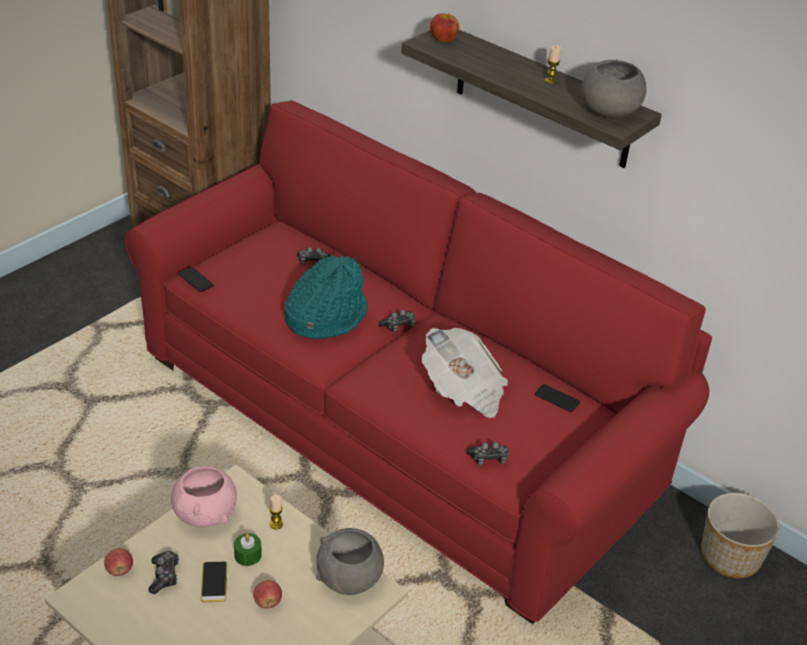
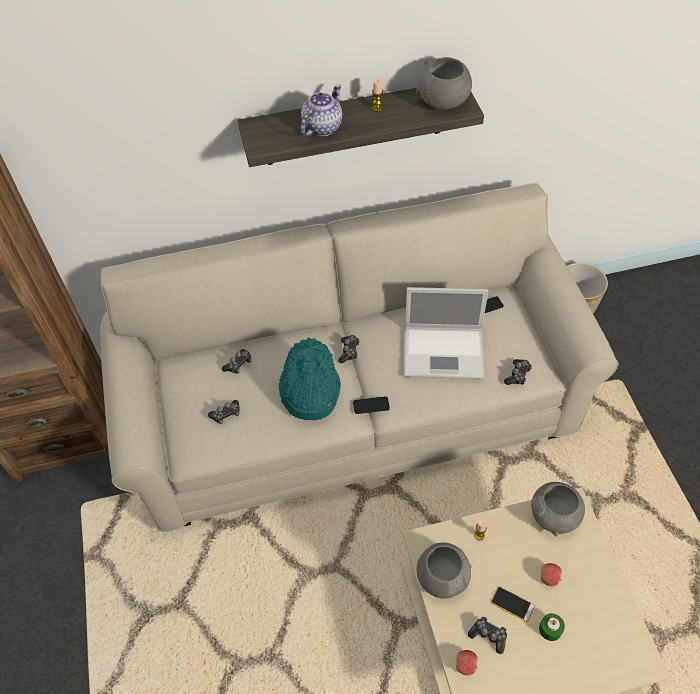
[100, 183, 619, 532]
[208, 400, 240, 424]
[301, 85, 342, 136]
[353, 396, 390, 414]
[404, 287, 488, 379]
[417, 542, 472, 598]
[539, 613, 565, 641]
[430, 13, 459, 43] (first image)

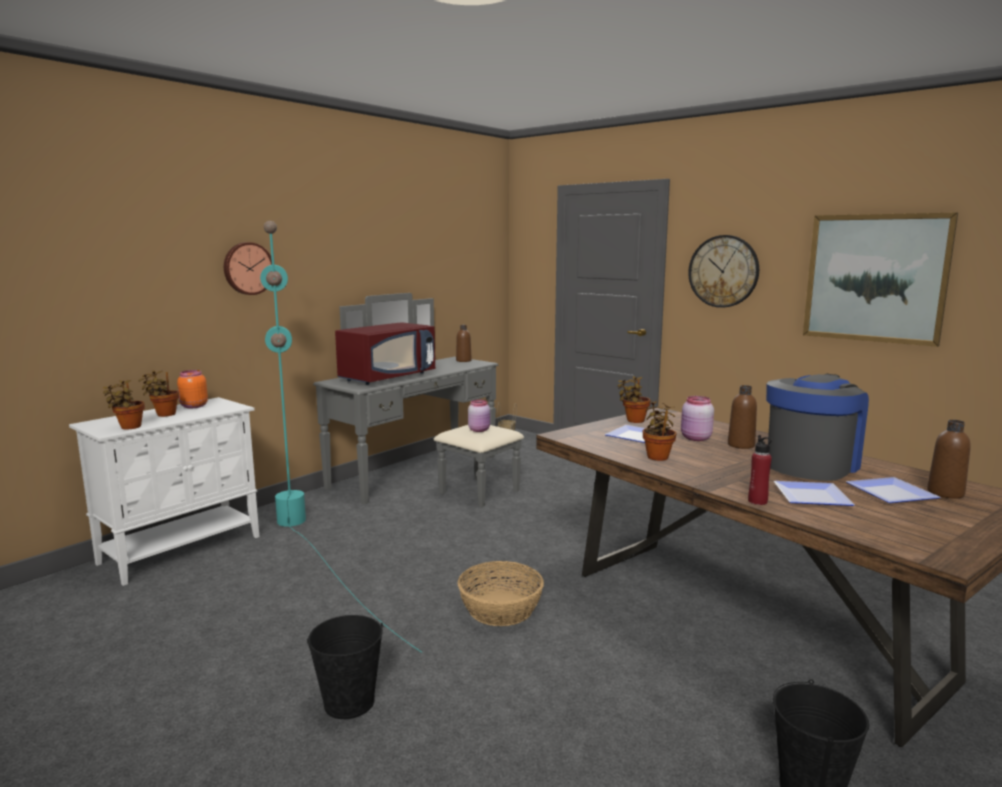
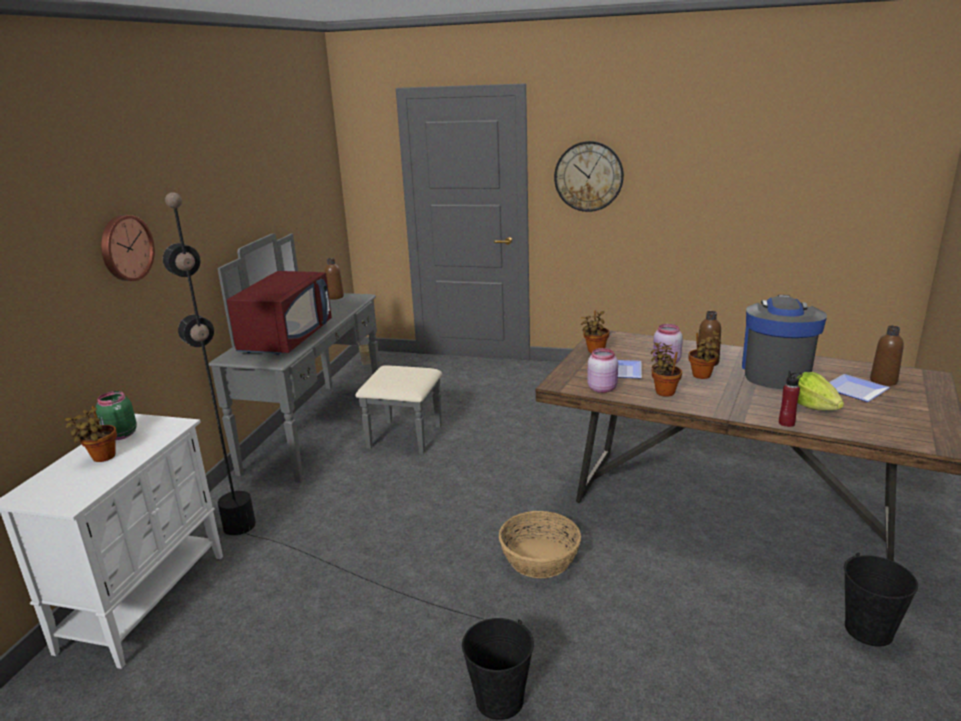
[95, 391, 137, 440]
[163, 192, 486, 620]
[587, 348, 618, 393]
[688, 331, 721, 379]
[796, 372, 844, 411]
[803, 212, 958, 347] (first image)

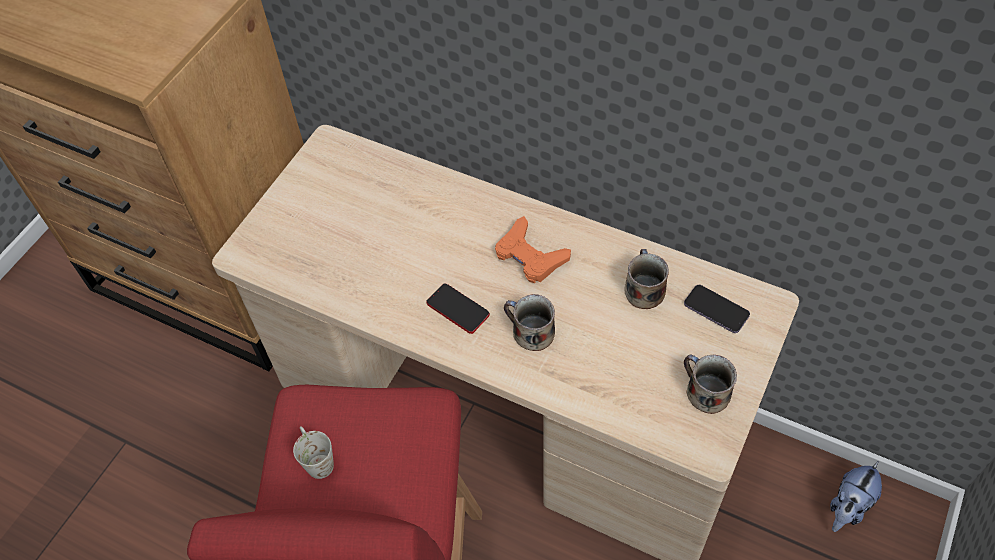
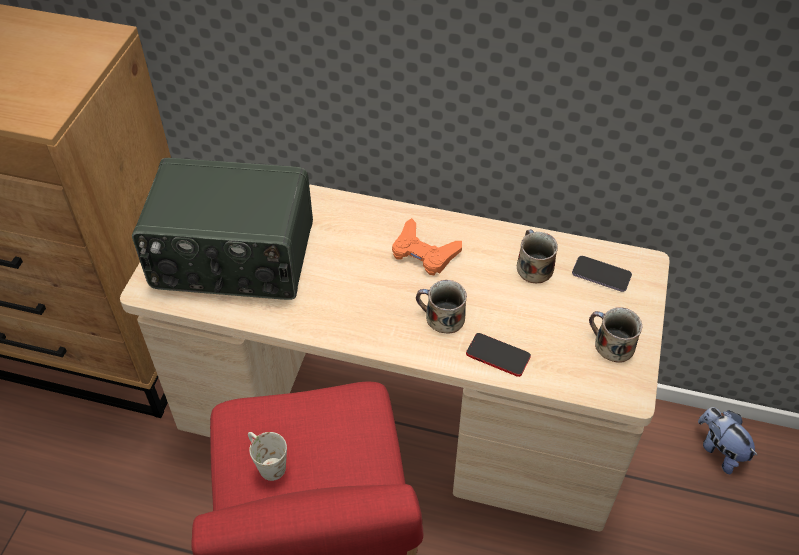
[132, 158, 313, 300]
[466, 333, 531, 377]
[698, 407, 758, 475]

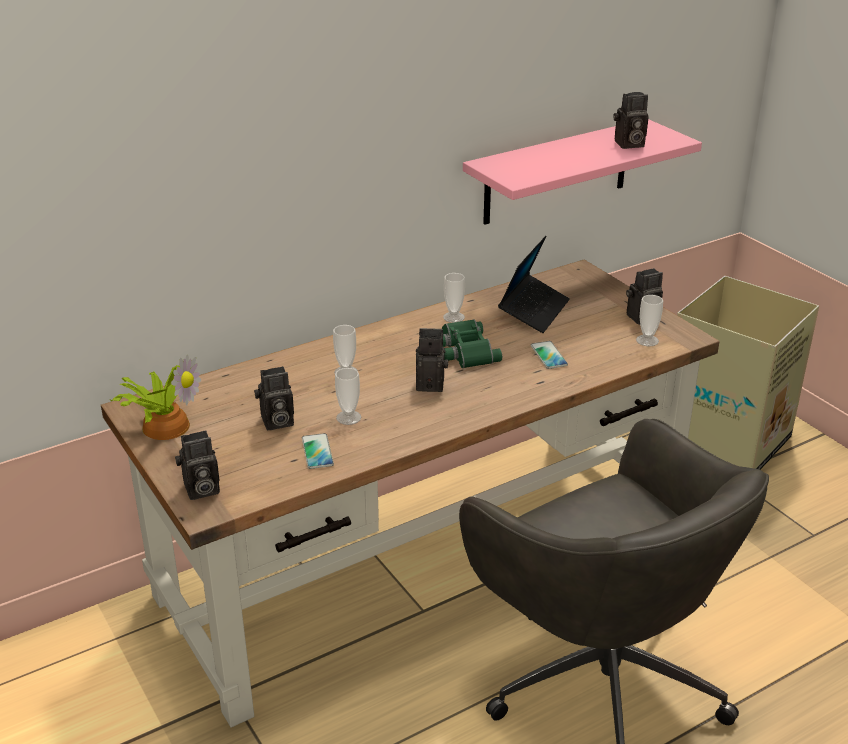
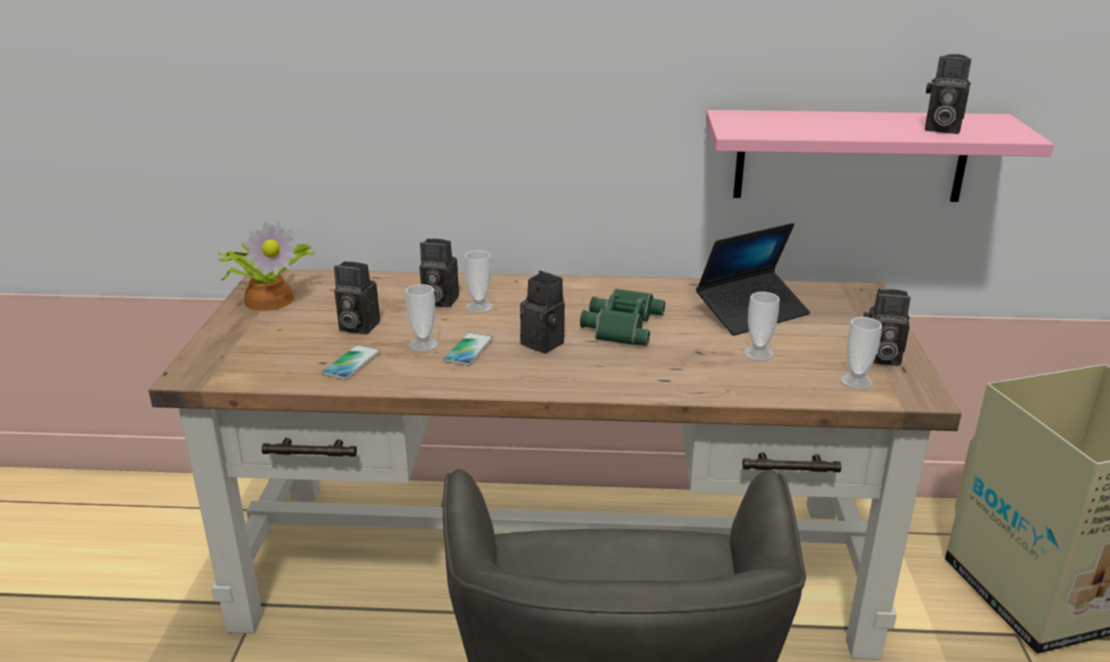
[419, 239, 459, 307]
[443, 332, 493, 366]
[744, 292, 780, 361]

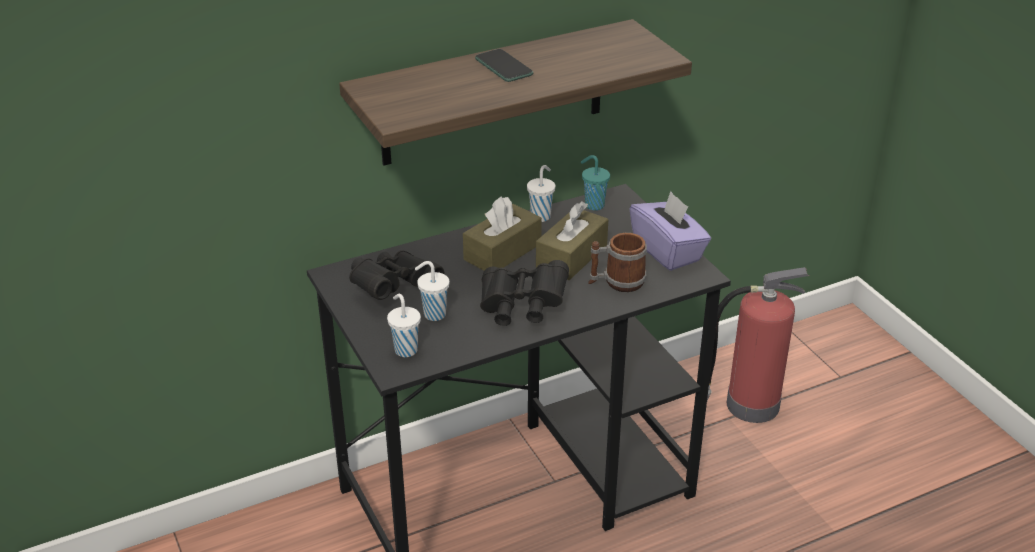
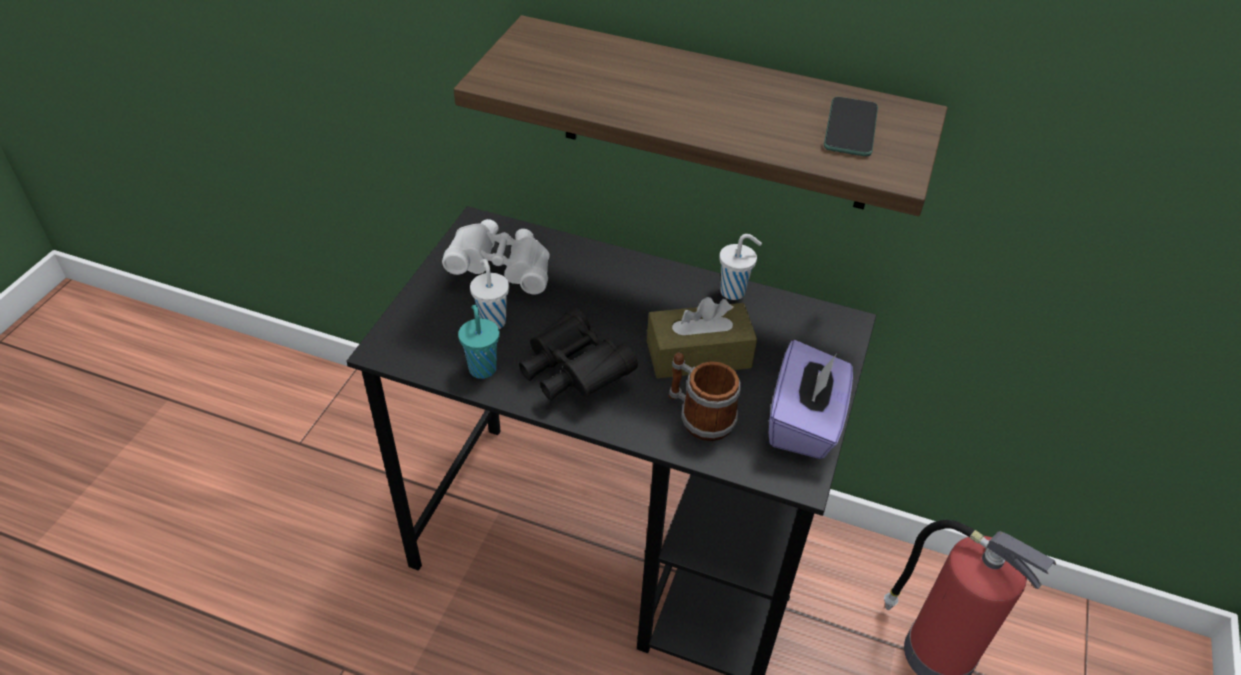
[442, 219, 549, 295]
[458, 305, 500, 379]
[824, 97, 878, 156]
[387, 294, 421, 357] (first image)
[463, 196, 542, 271] (first image)

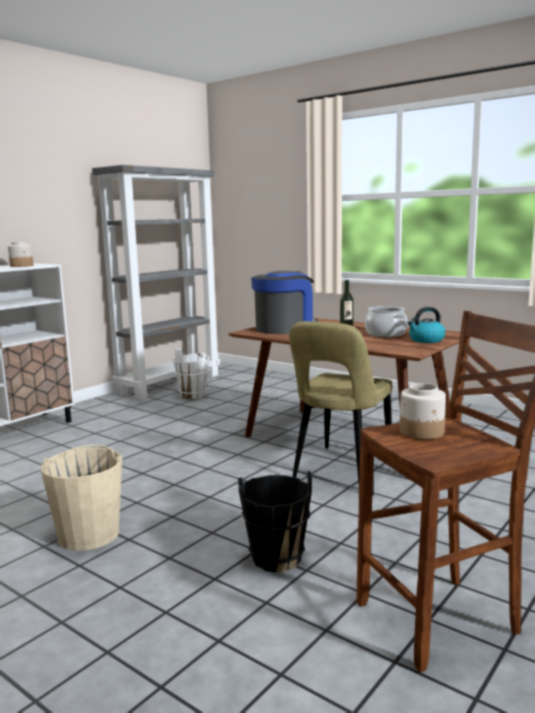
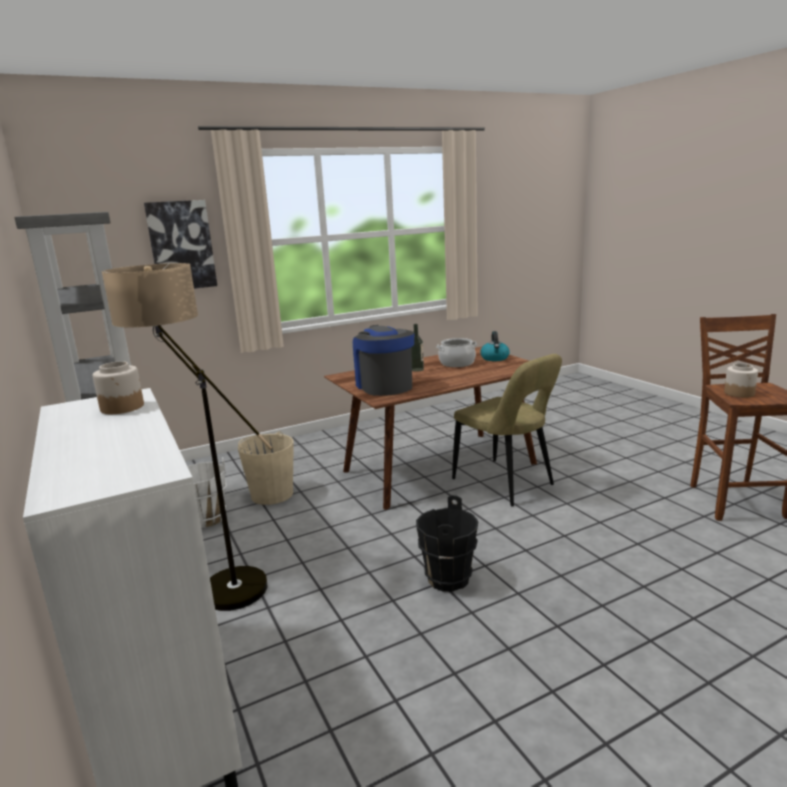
[102, 263, 273, 611]
[144, 200, 217, 289]
[238, 431, 294, 505]
[416, 495, 478, 592]

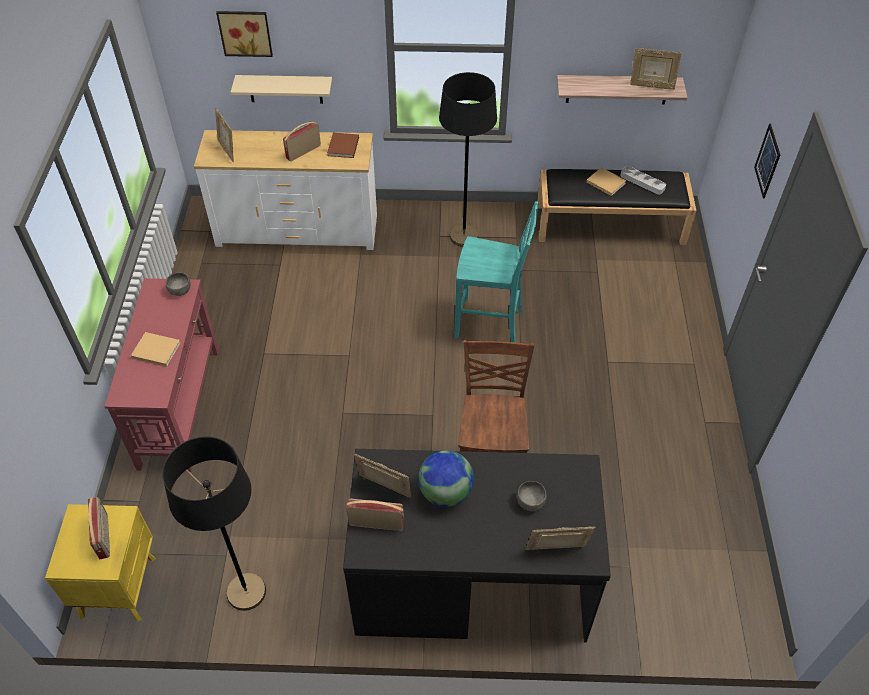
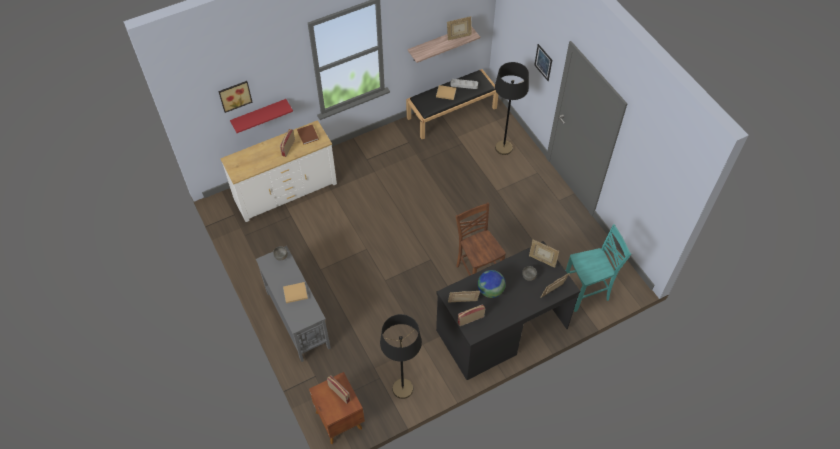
[230, 99, 293, 133]
[256, 246, 331, 362]
[309, 372, 365, 444]
[495, 62, 529, 155]
[529, 239, 559, 268]
[566, 224, 631, 312]

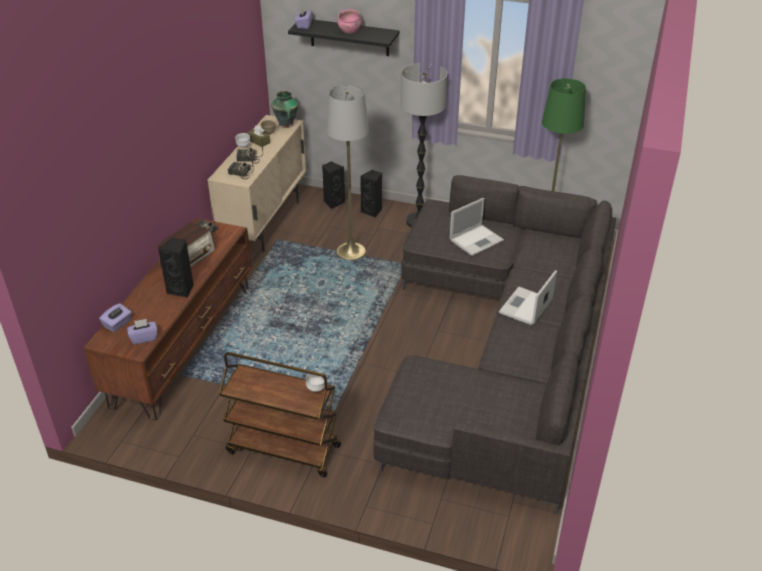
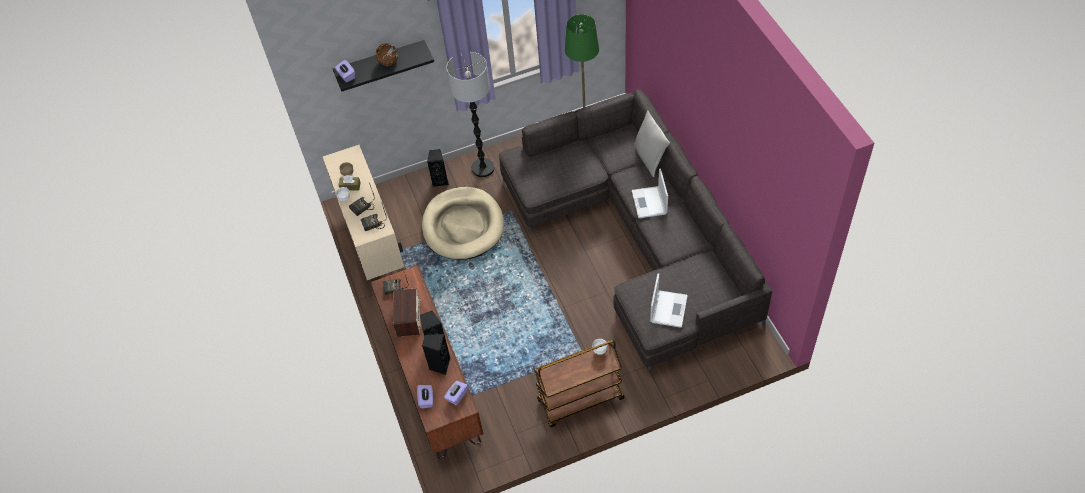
[376, 43, 398, 66]
[422, 187, 504, 260]
[422, 334, 451, 375]
[634, 111, 670, 178]
[650, 274, 688, 328]
[271, 91, 298, 128] (first image)

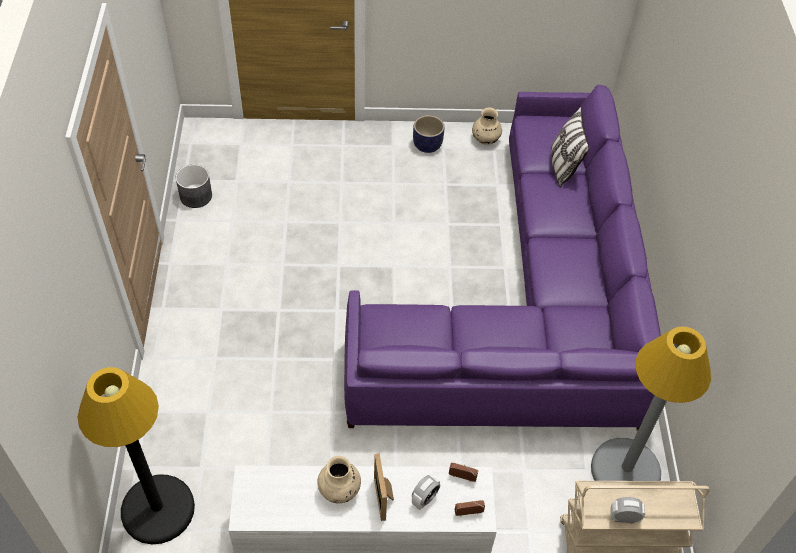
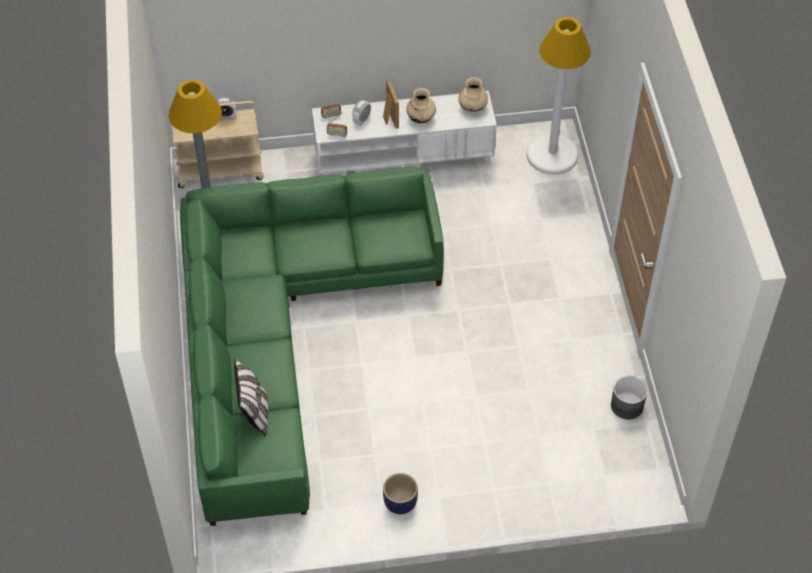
[180, 166, 444, 526]
[459, 77, 488, 112]
[527, 17, 591, 175]

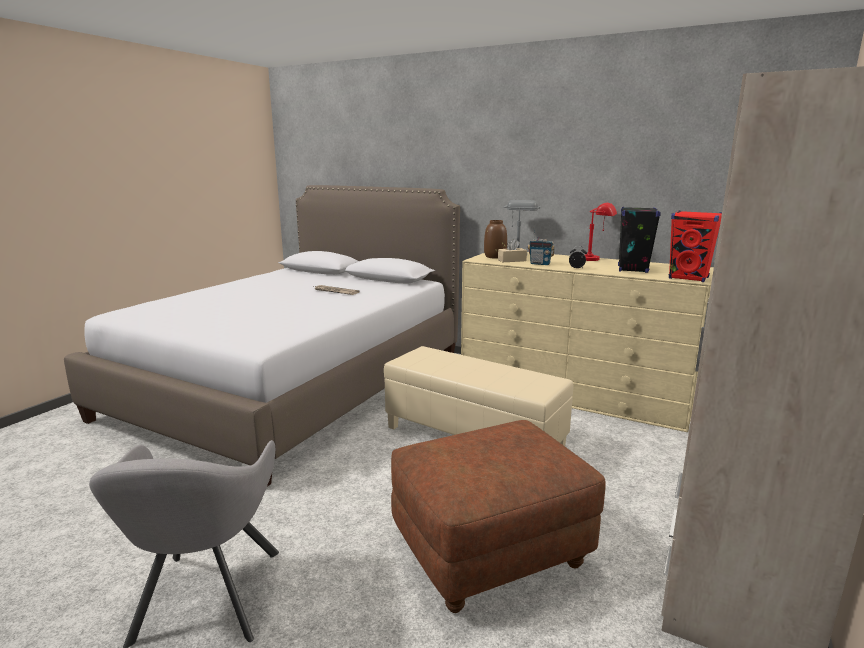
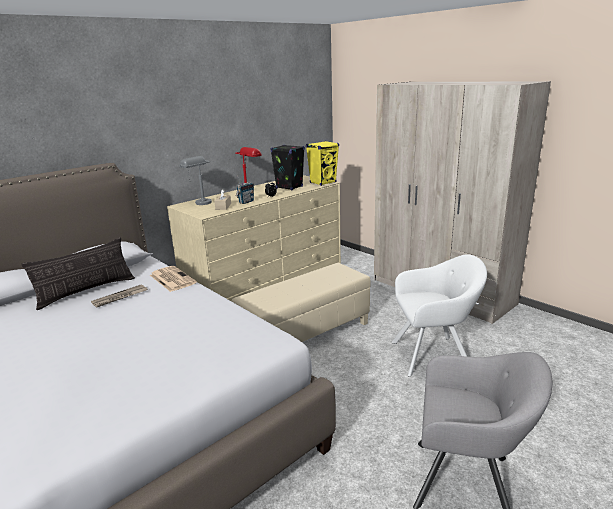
[21, 237, 135, 310]
[150, 266, 197, 292]
[306, 141, 339, 186]
[392, 254, 487, 377]
[484, 220, 507, 259] (first image)

